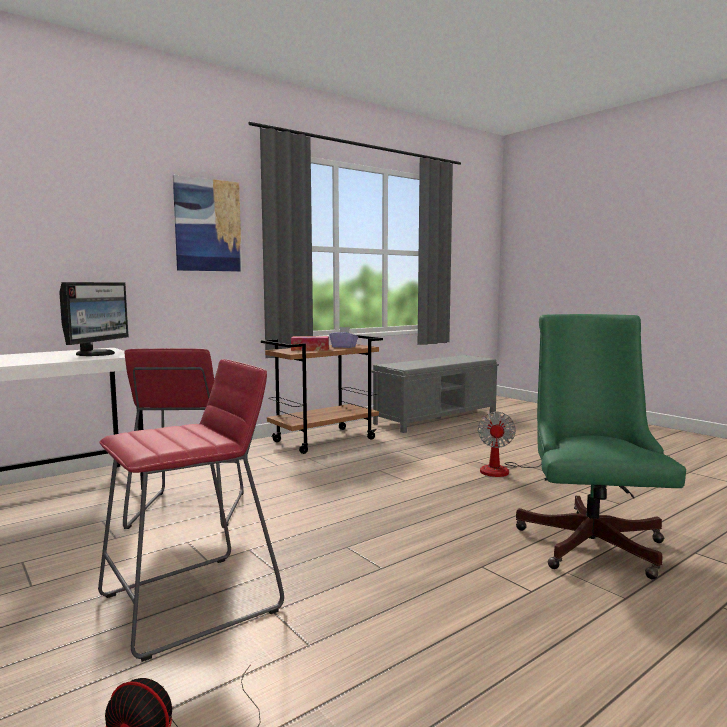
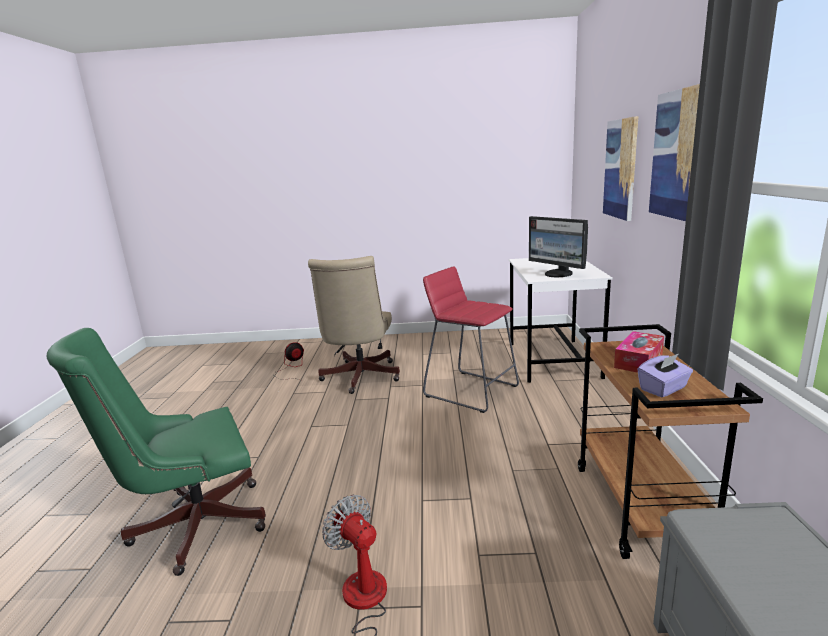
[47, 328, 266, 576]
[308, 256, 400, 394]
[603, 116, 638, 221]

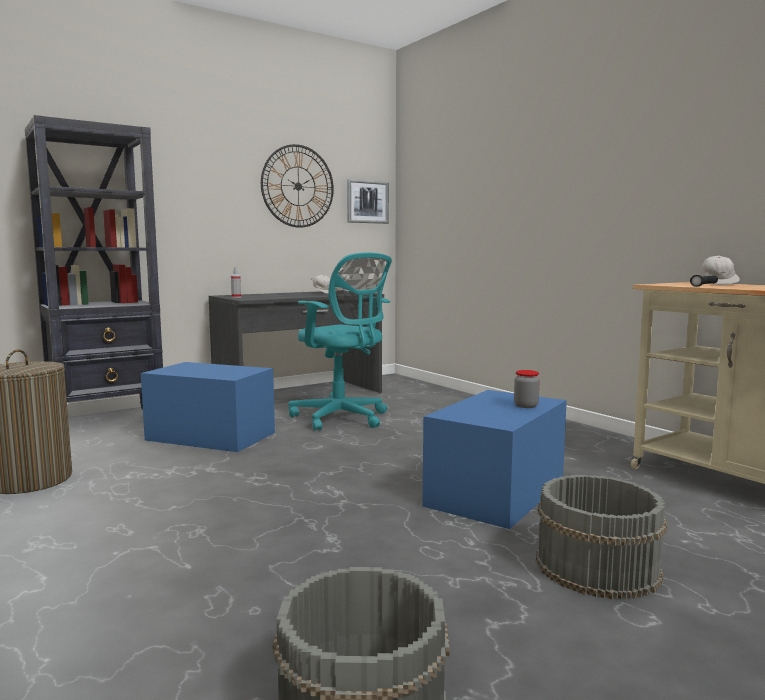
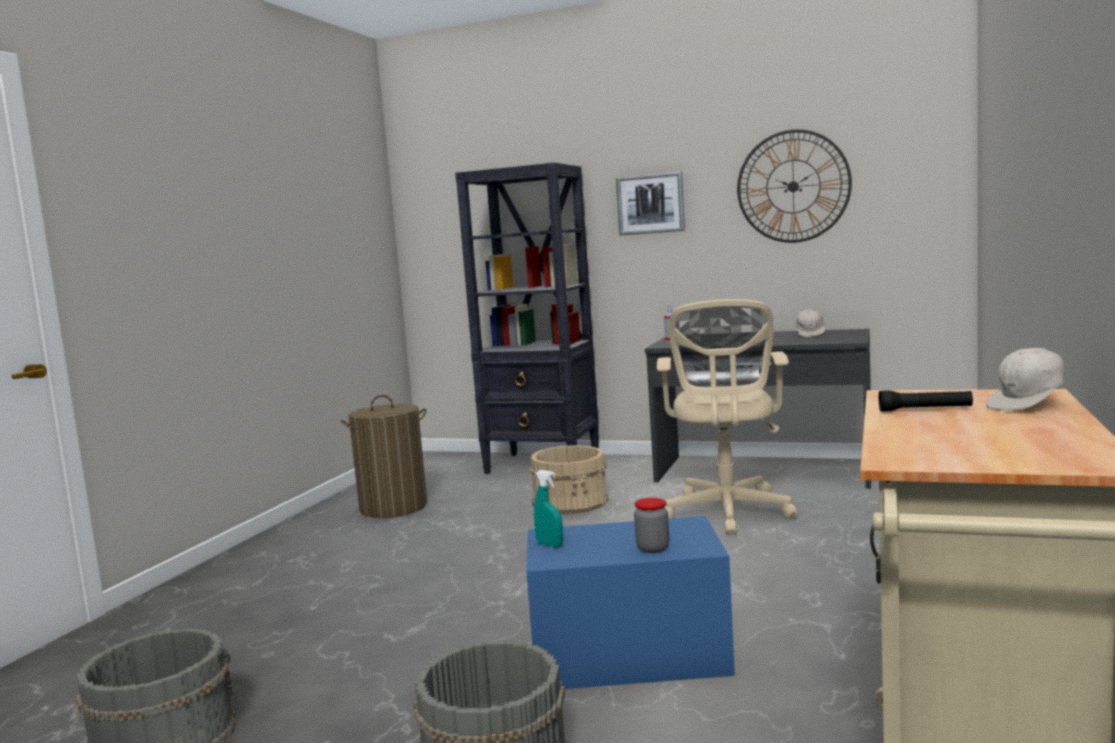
[529, 445, 609, 514]
[534, 470, 563, 547]
[616, 171, 685, 235]
[657, 299, 797, 535]

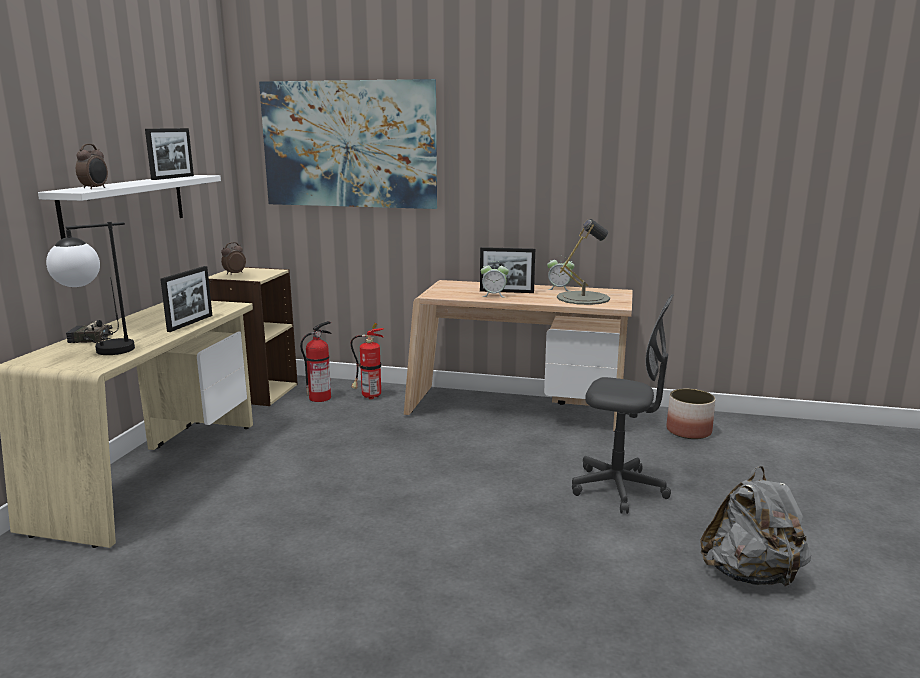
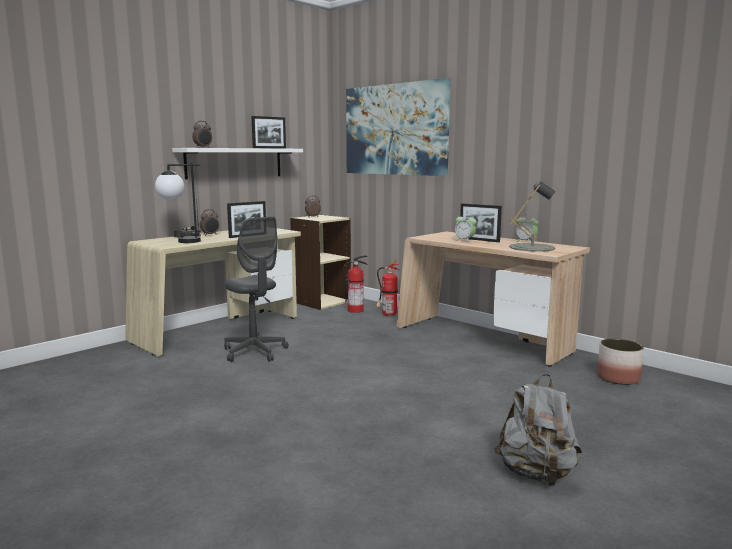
[200, 209, 219, 235]
[224, 217, 289, 362]

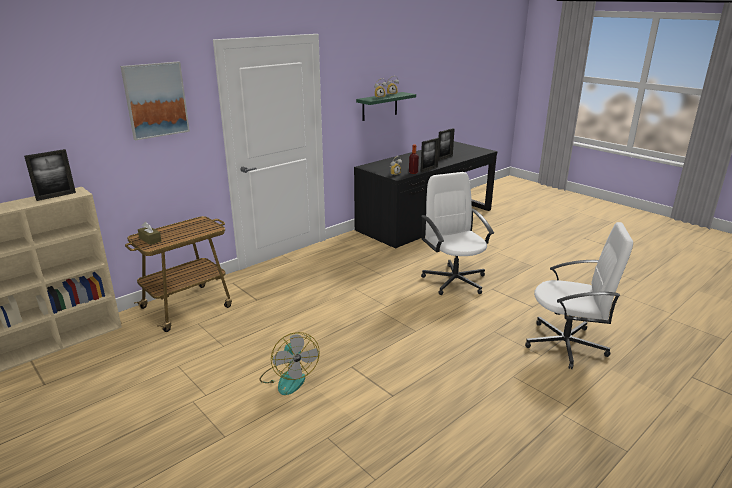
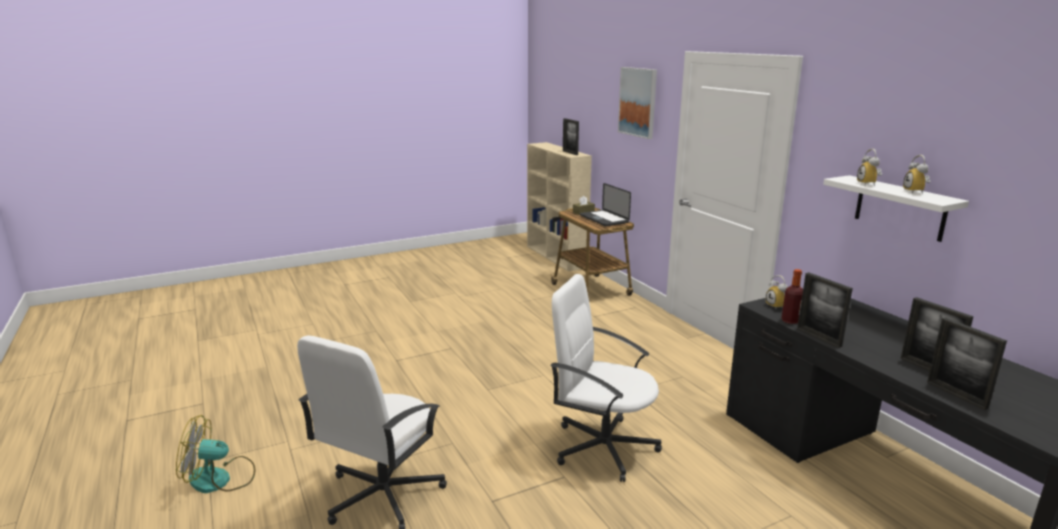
[176, 415, 255, 493]
[551, 274, 662, 482]
[580, 183, 631, 227]
[823, 175, 969, 242]
[927, 317, 1007, 410]

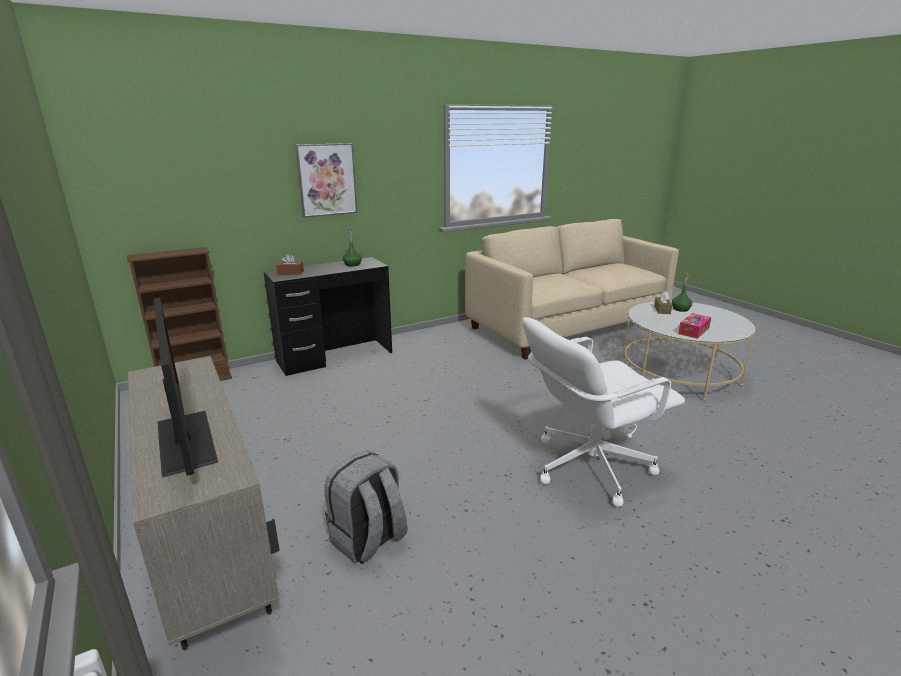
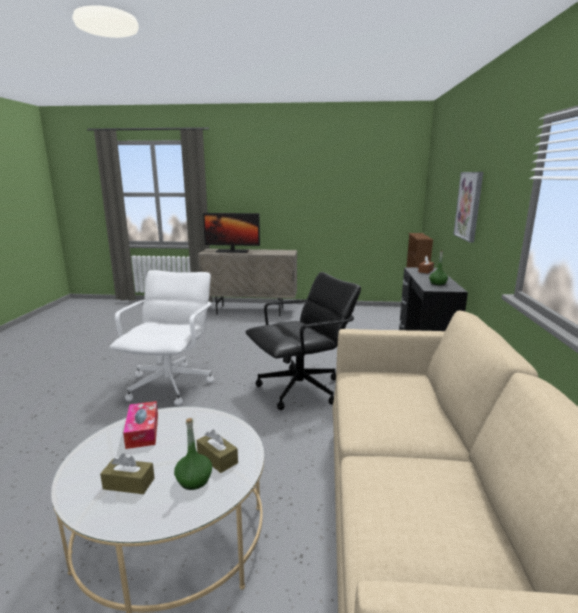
[100, 453, 155, 494]
[246, 272, 361, 410]
[324, 450, 407, 564] (first image)

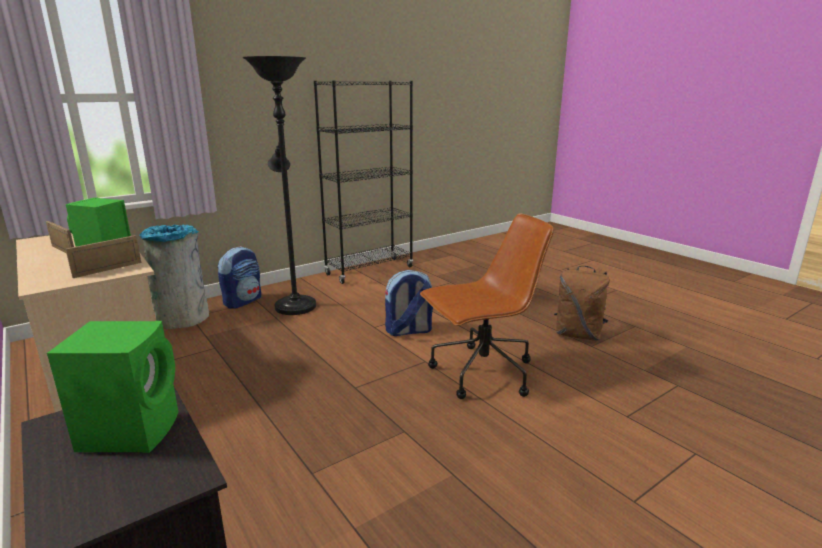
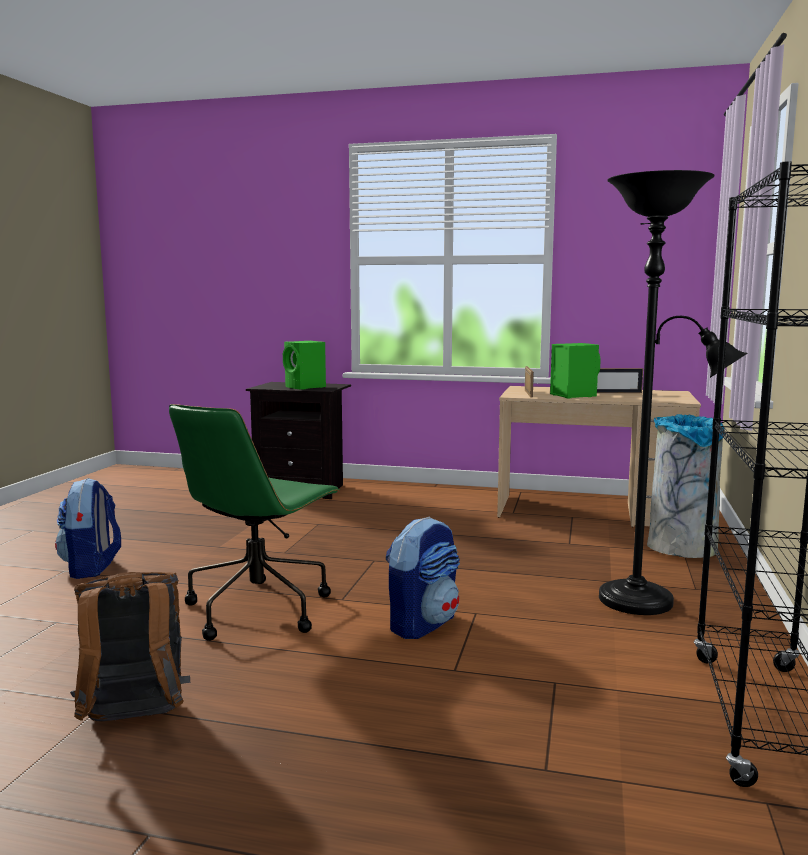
[55, 478, 121, 579]
[169, 404, 341, 641]

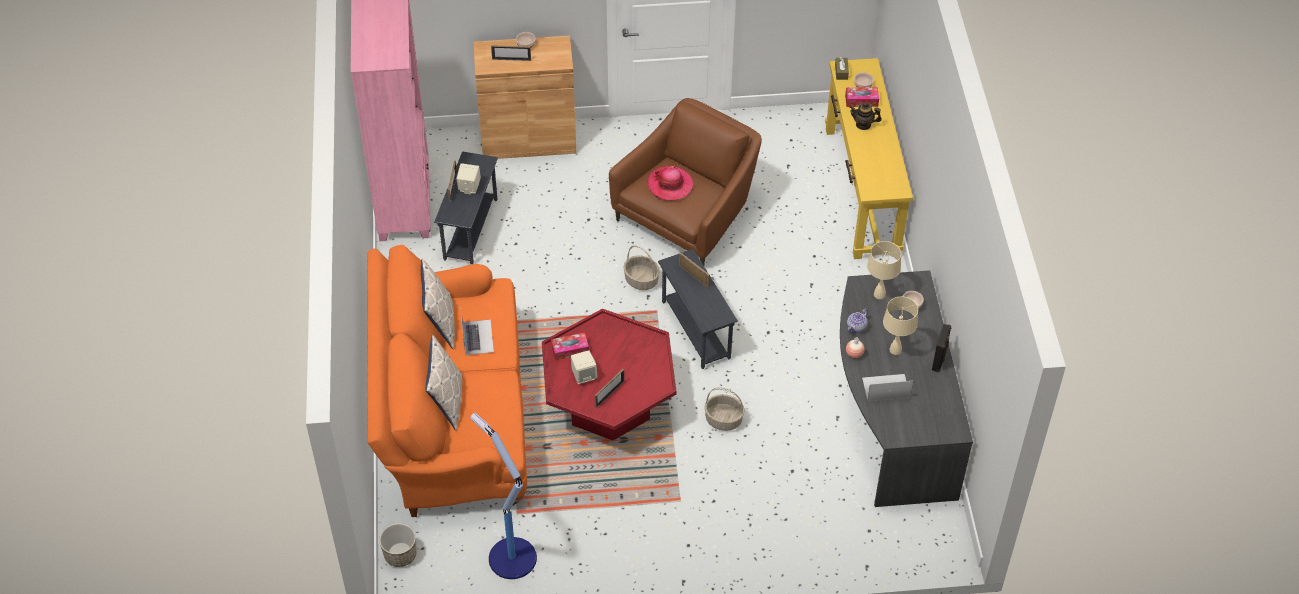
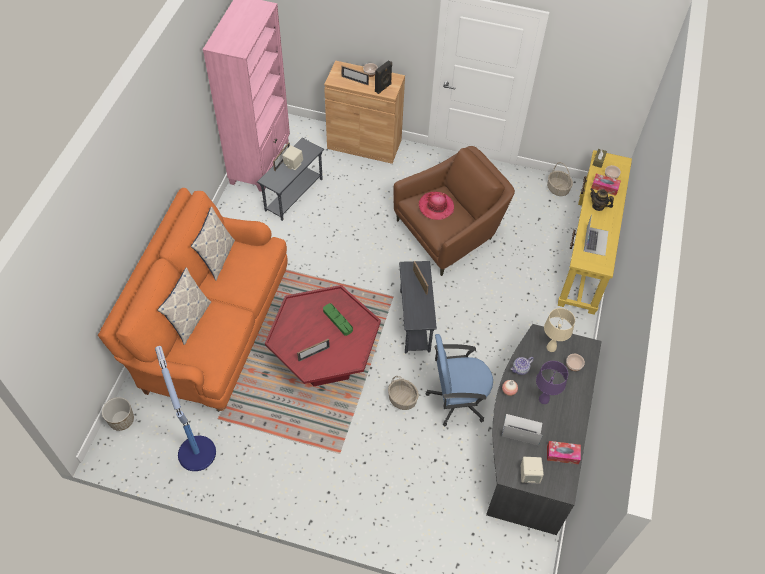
[323, 303, 353, 336]
[375, 60, 392, 94]
[425, 334, 493, 427]
[521, 457, 544, 484]
[536, 361, 568, 404]
[547, 162, 573, 196]
[547, 441, 581, 464]
[584, 214, 608, 256]

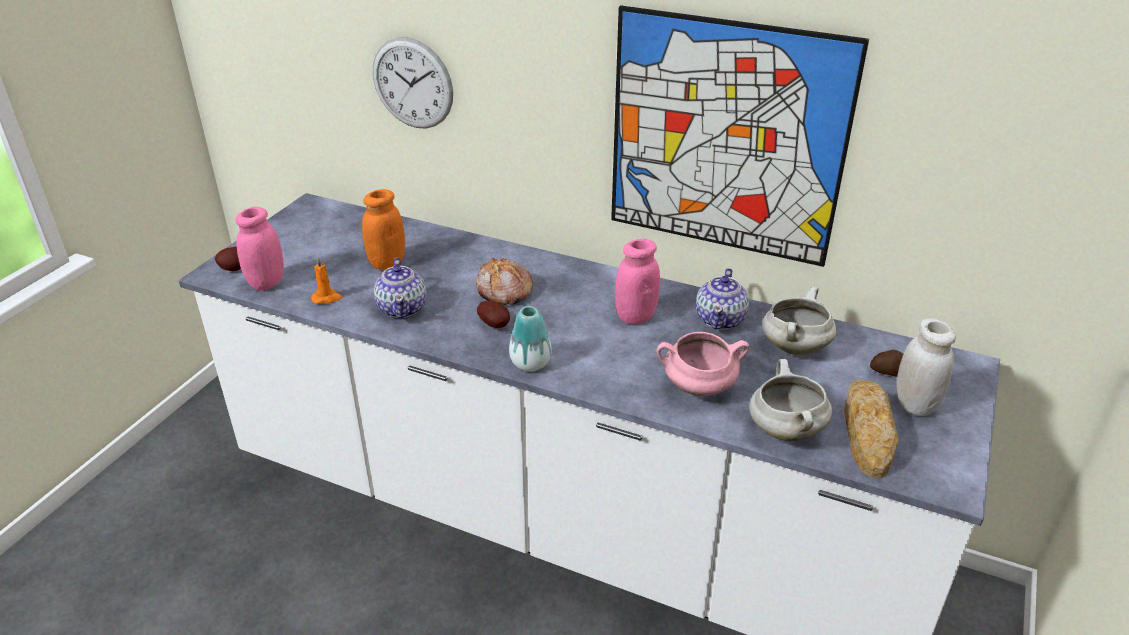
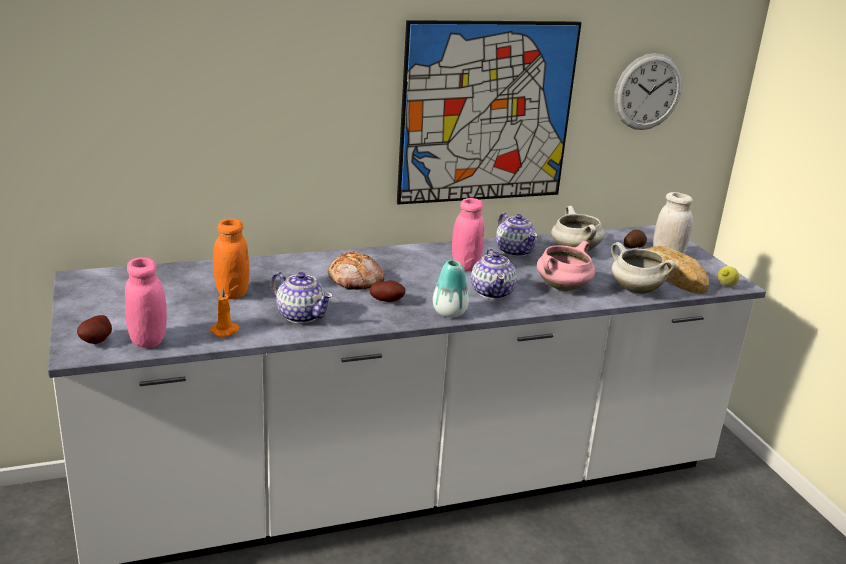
[471, 249, 517, 299]
[614, 53, 682, 130]
[718, 266, 739, 287]

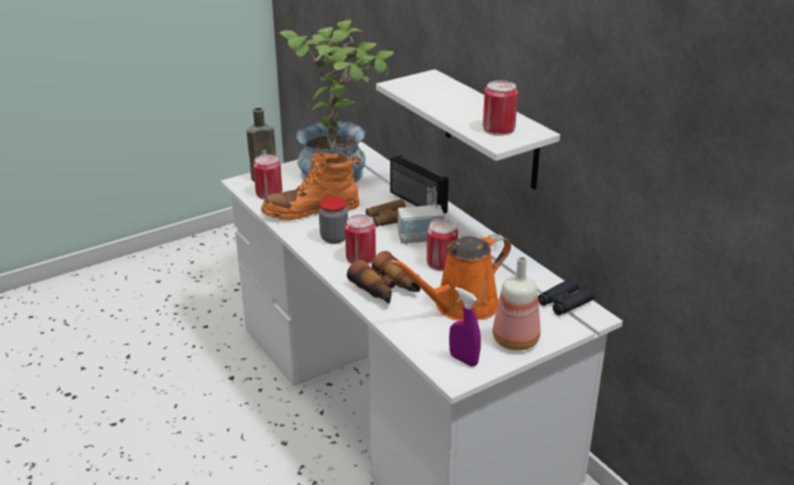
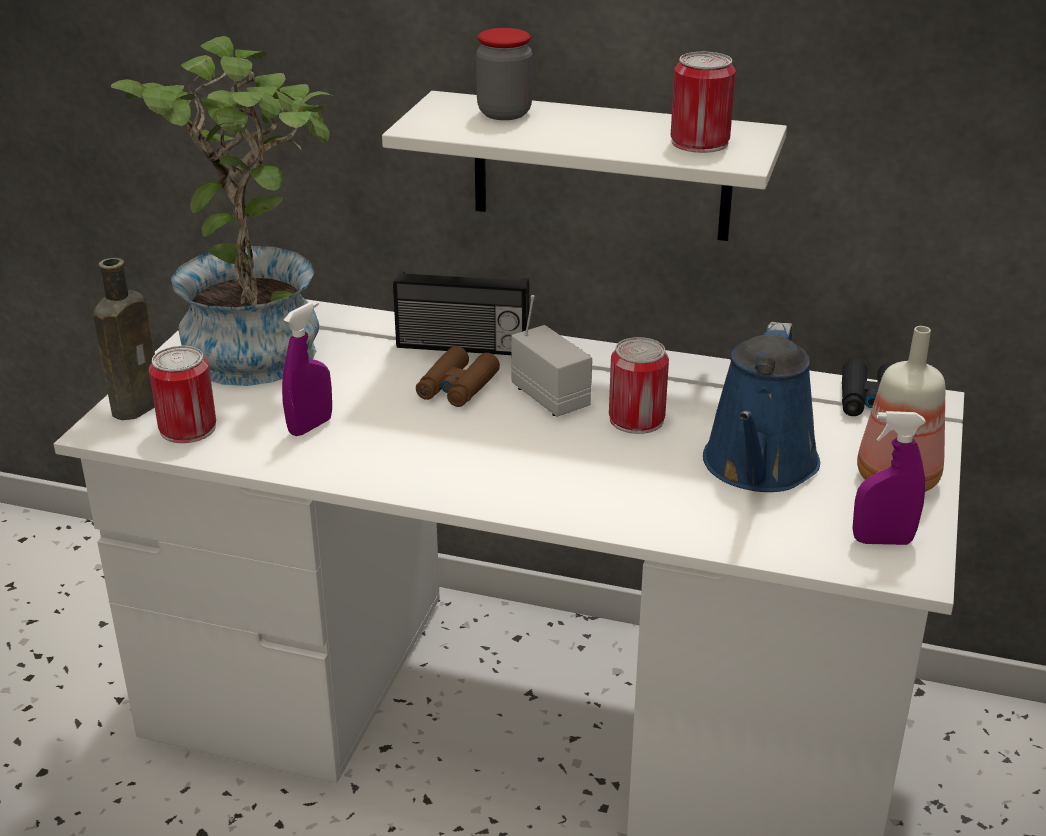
[282, 301, 332, 436]
[476, 28, 532, 120]
[511, 295, 592, 417]
[703, 322, 820, 492]
[345, 214, 376, 264] (first image)
[347, 251, 420, 304] (first image)

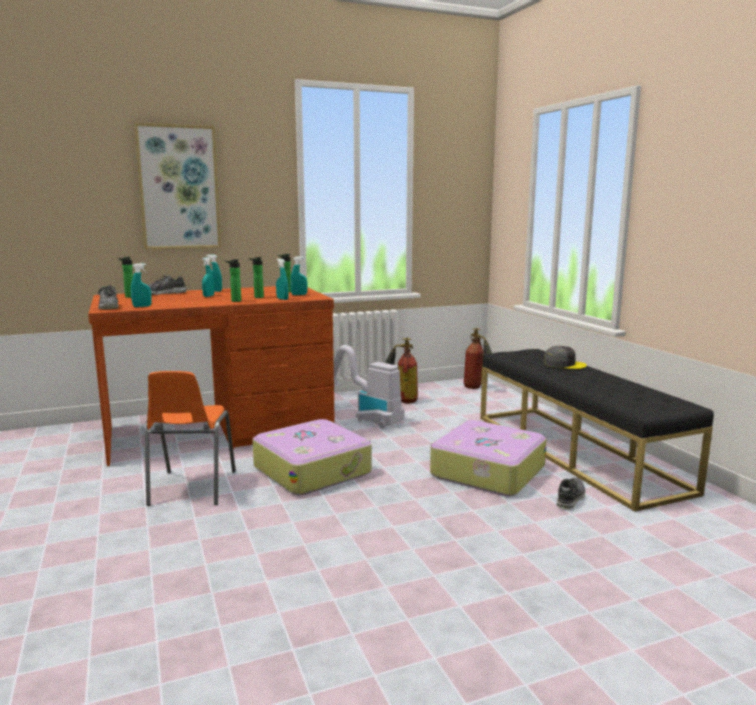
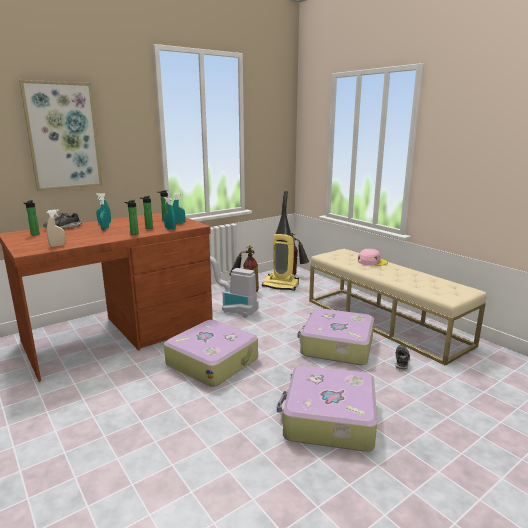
[47, 209, 65, 247]
[262, 191, 299, 291]
[277, 366, 377, 451]
[309, 249, 487, 366]
[358, 249, 388, 266]
[98, 285, 119, 309] (first image)
[145, 371, 236, 506] (first image)

